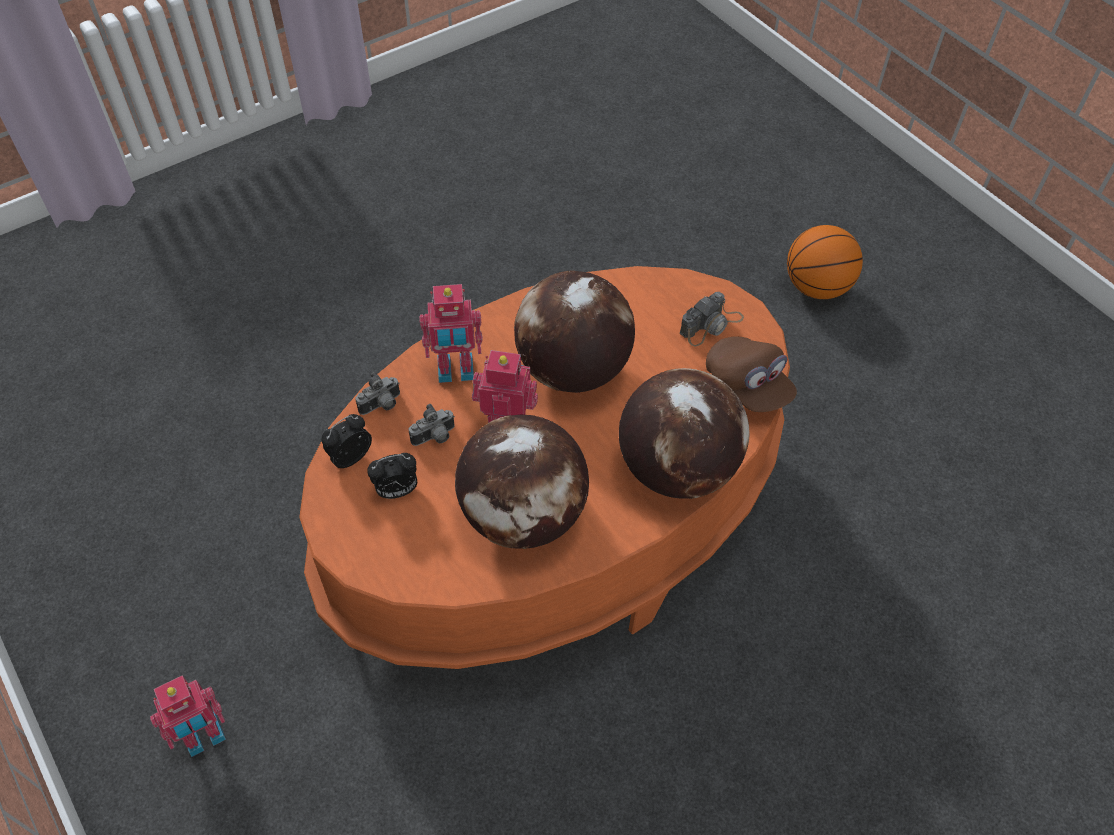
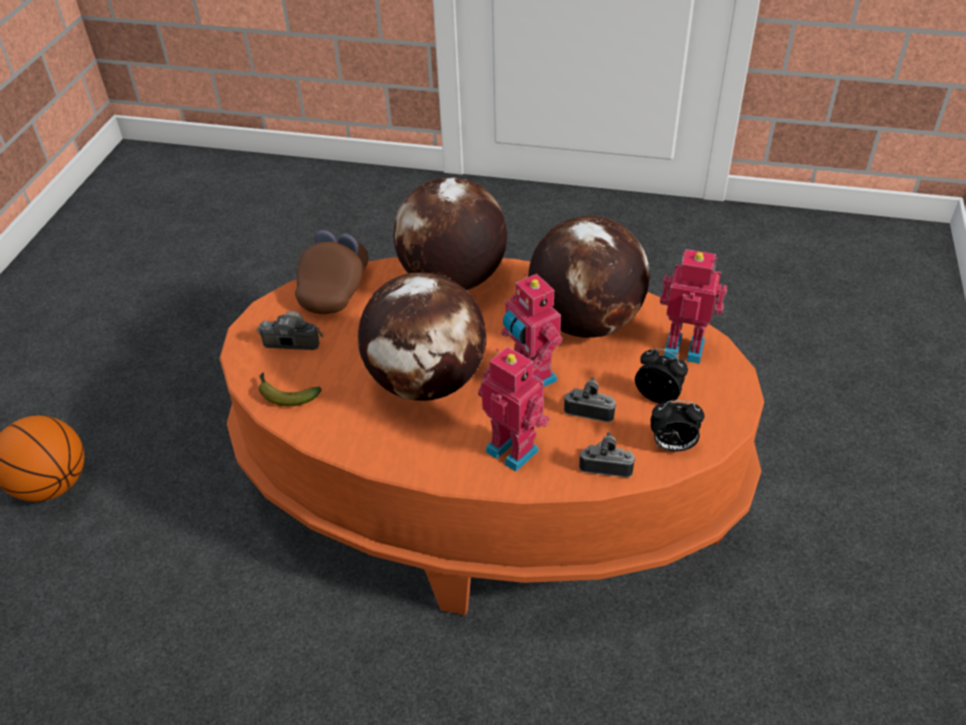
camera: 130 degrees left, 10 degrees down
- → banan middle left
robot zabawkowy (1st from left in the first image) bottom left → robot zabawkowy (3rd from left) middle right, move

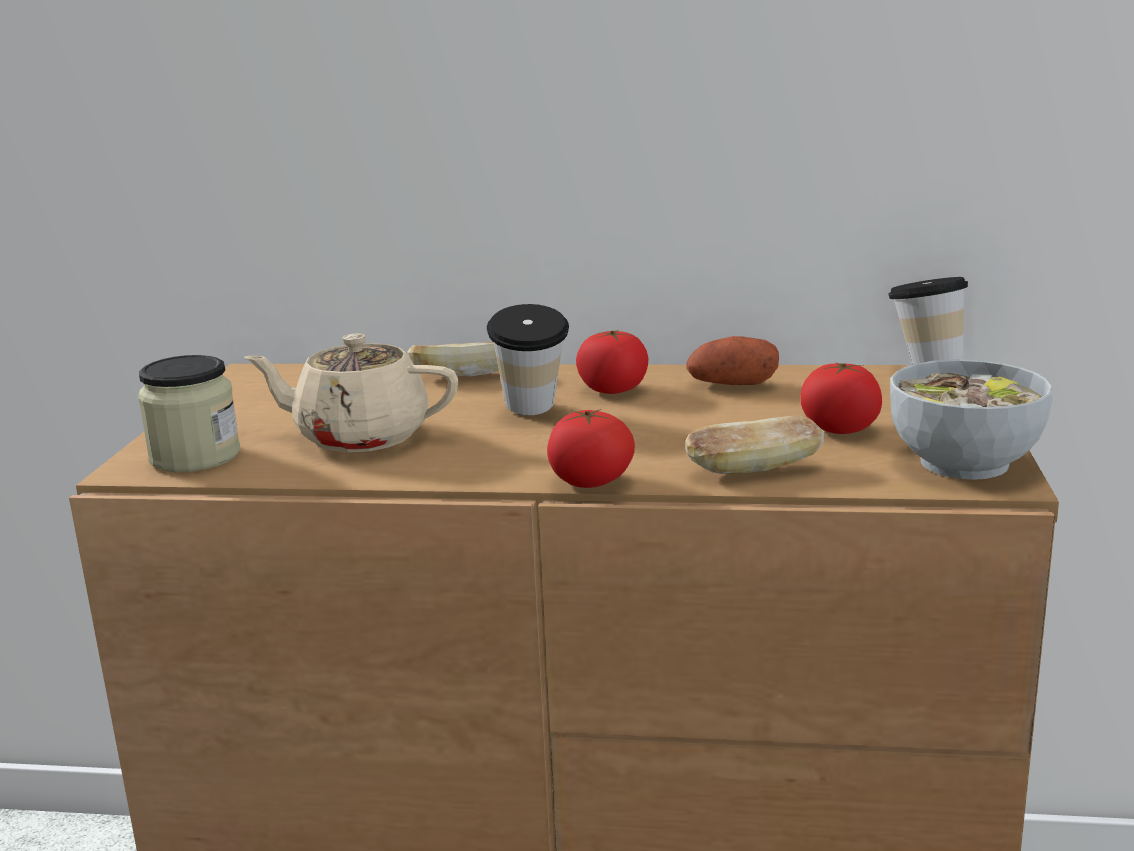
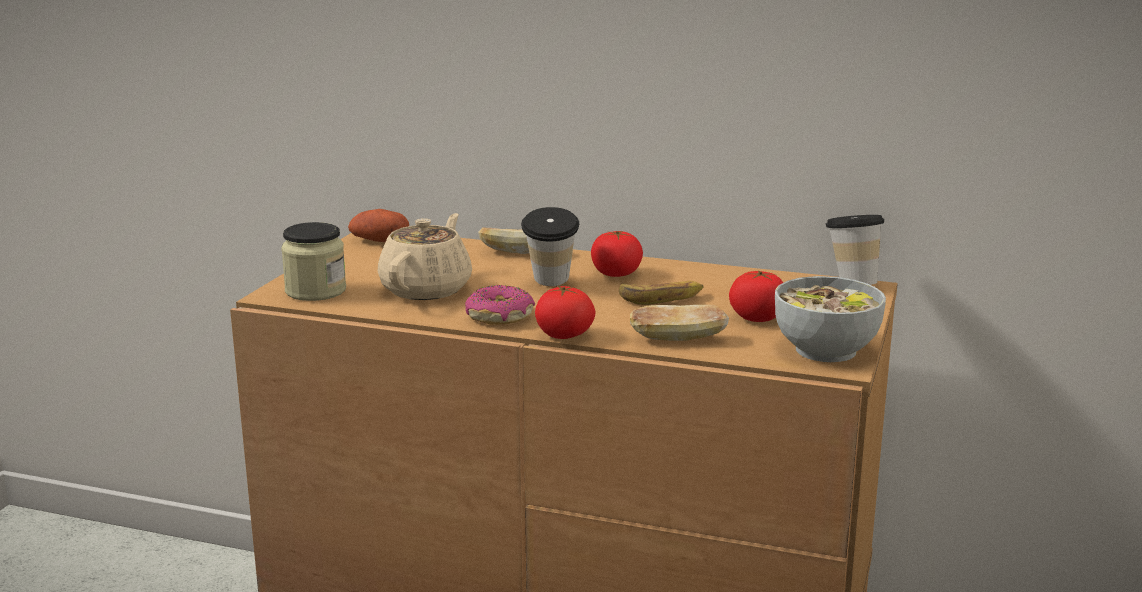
camera: 10 degrees right, 0 degrees up
- → donut centre
- → banan centre
ziemniak centre → ziemniak middle left, move
imbryk (beżowy) middle left → imbryk (beżowy) centre, 90 degrees clockwise

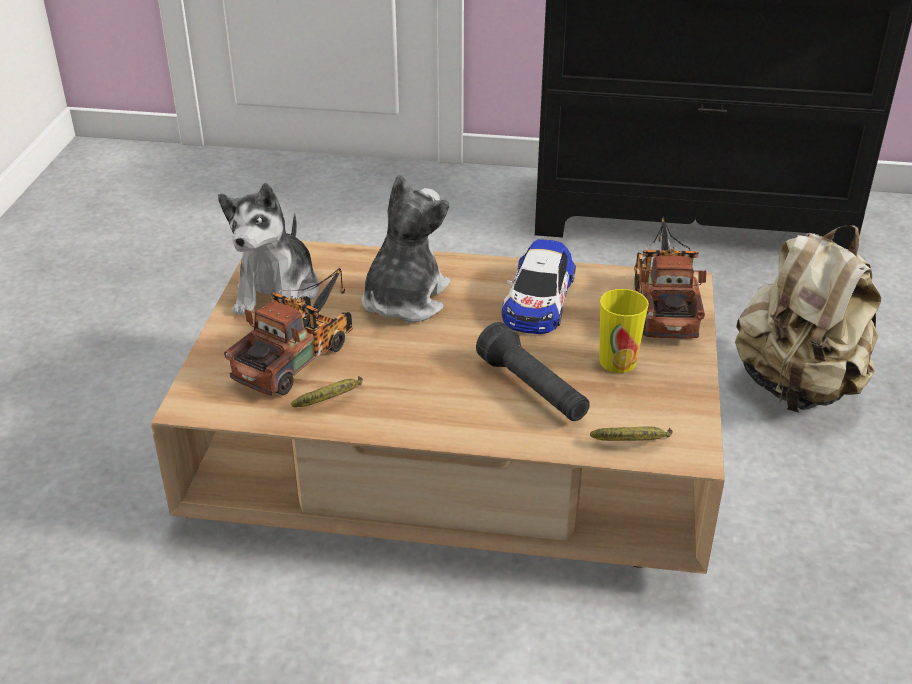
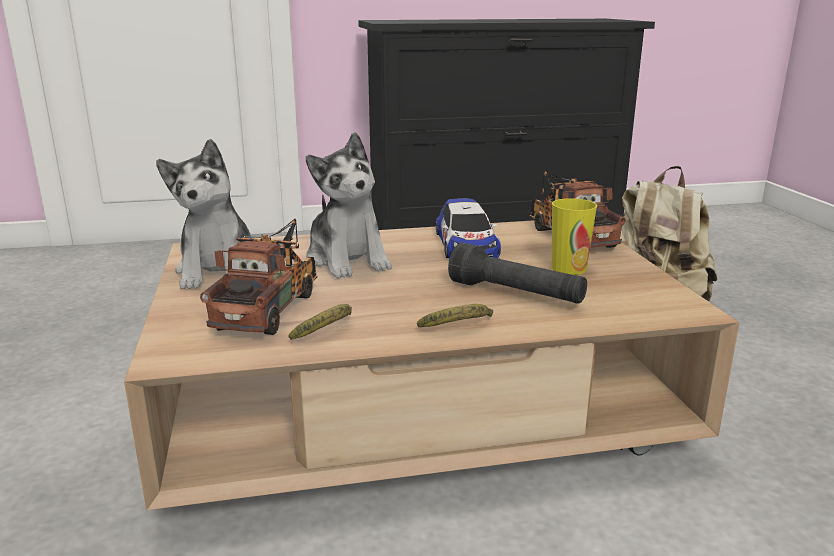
camera: 20 degrees left, 15 degrees down
banan (2nd from left) middle right → banan (2nd from left) centre, move
pluszak (2nd from left) centre, 150 degrees clockwise

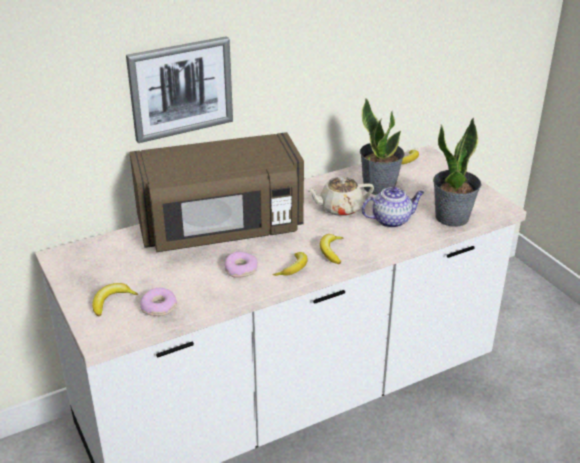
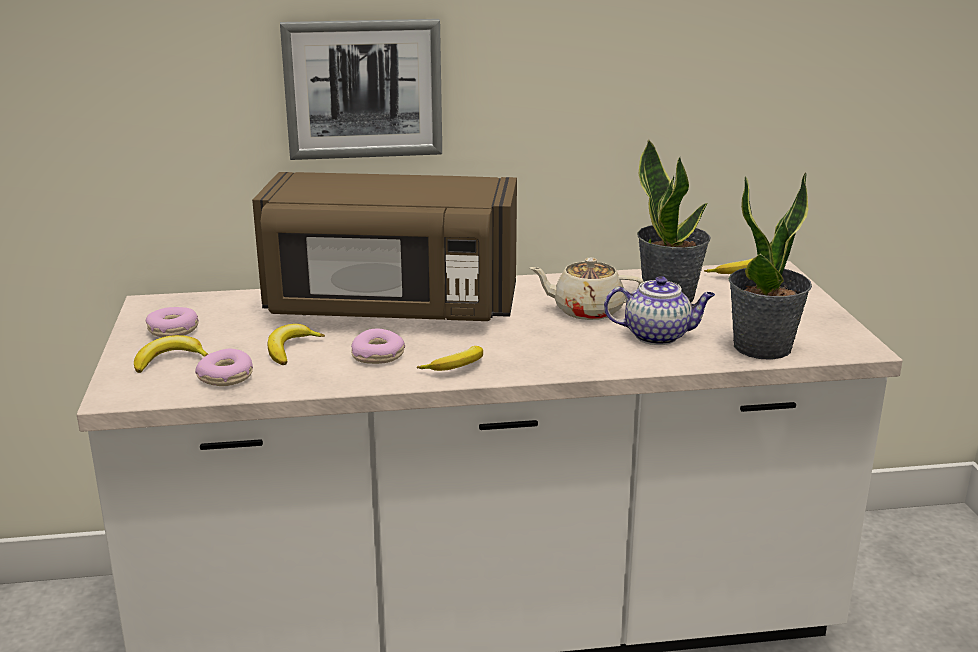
camera: 20 degrees right, 10 degrees down
- → donut (1st from left) middle left
banan (3rd from left in the first image) centre → banan (2nd from left) middle left, move

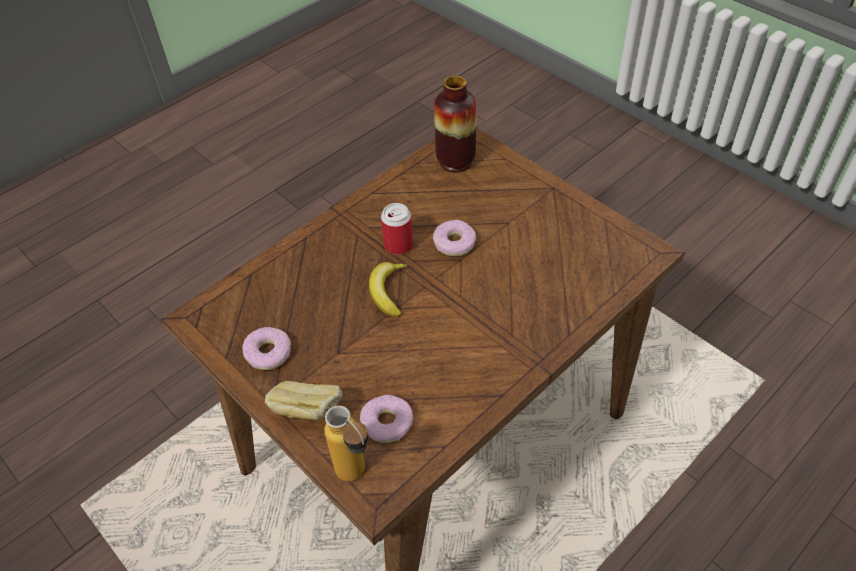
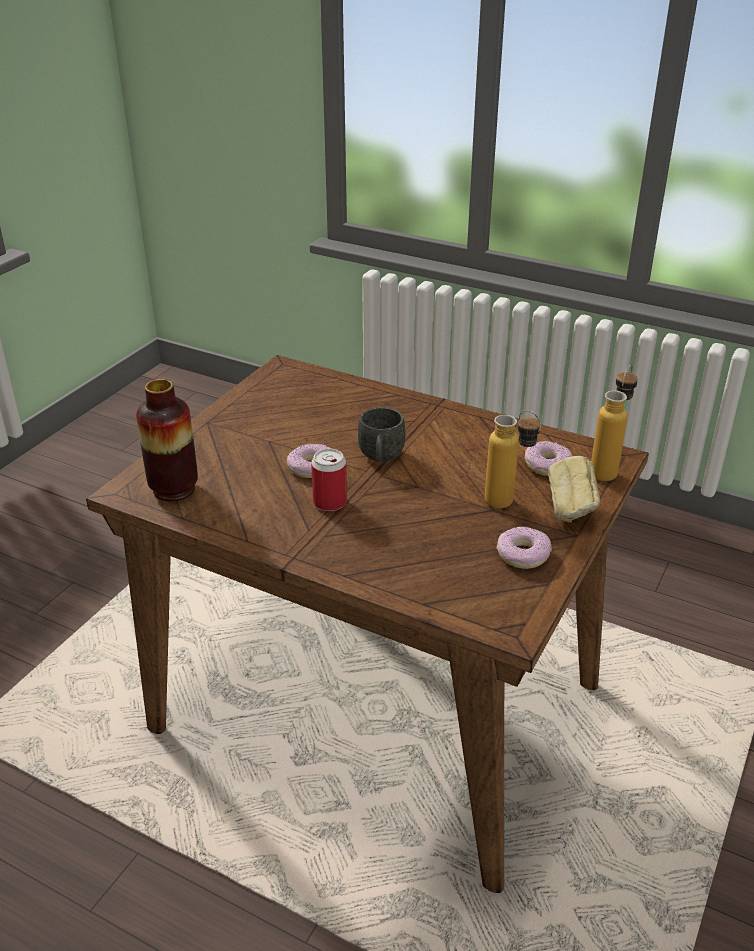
camera: 110 degrees left, 15 degrees down
banan centre → -
- → kubek (szary) centre
- → butelka (1st from left) middle right

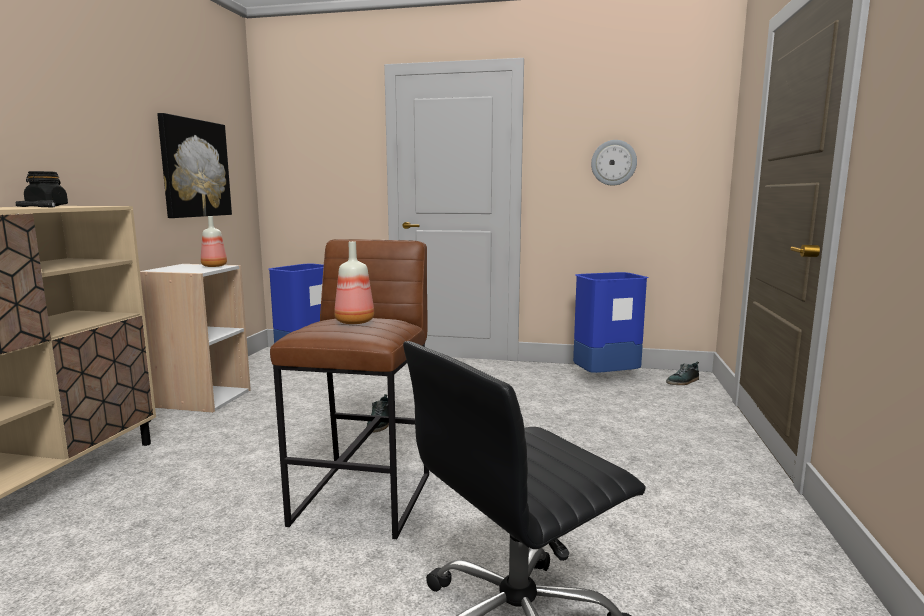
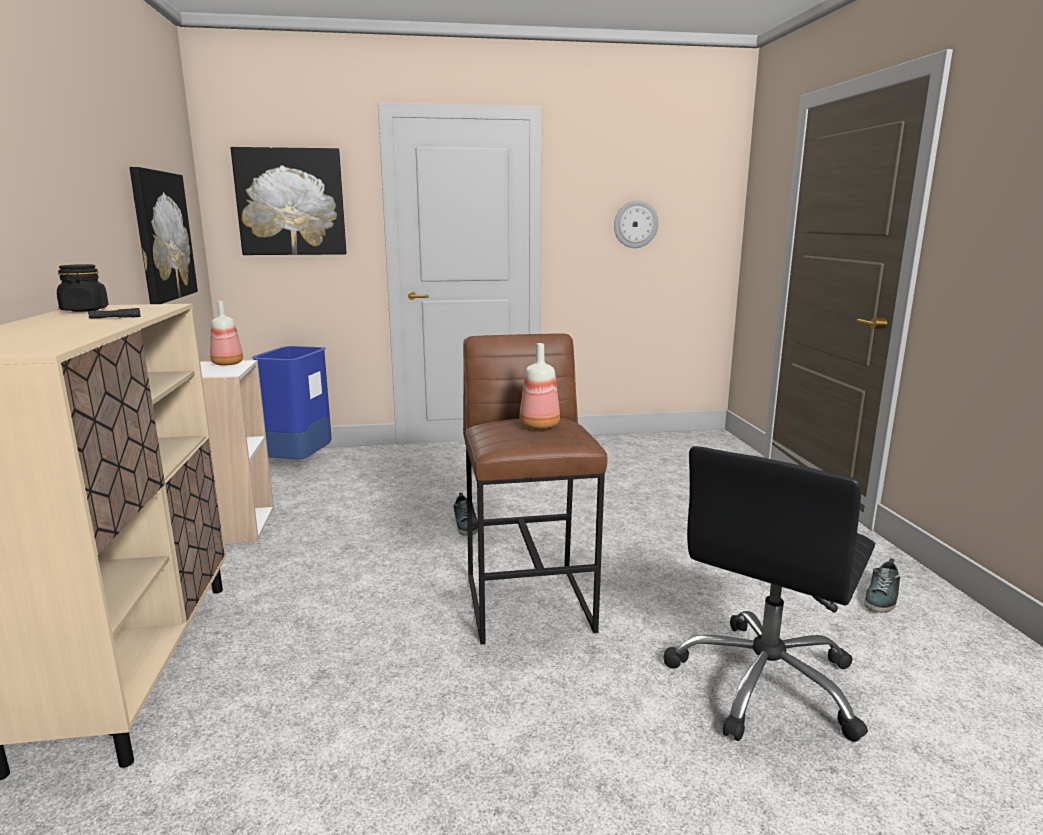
camera: 20 degrees left, 5 degrees up
kosz na śmieci (niebieski) (2nd from left) centre → -
- → obraz (2nd from left) top left
but (2nd from left) middle right → but (2nd from left) bottom right, move

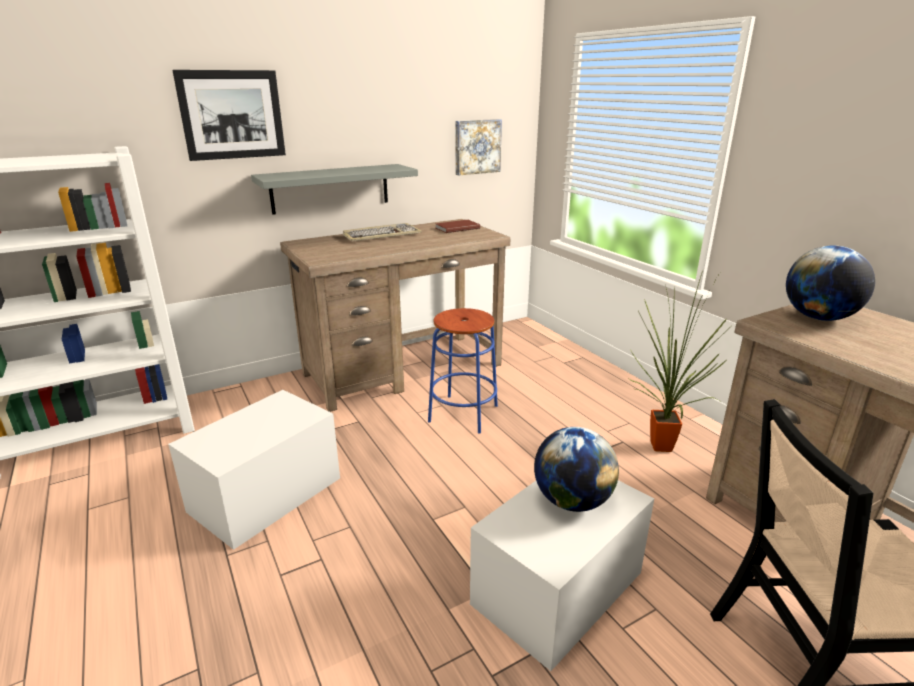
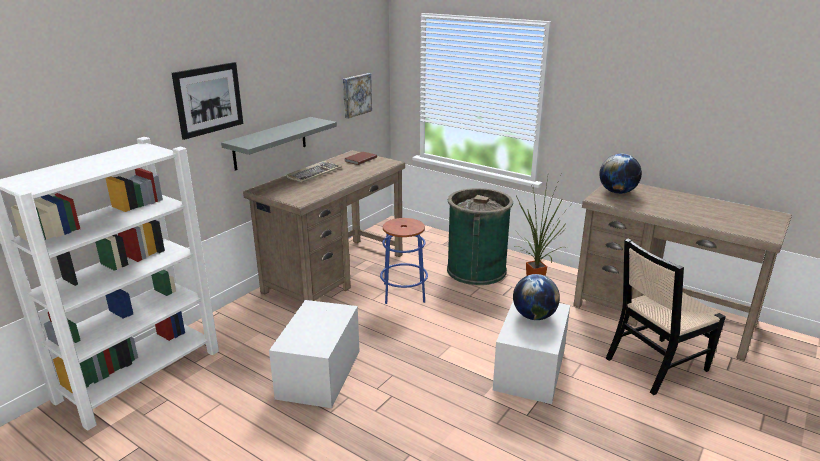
camera: 25 degrees left, 0 degrees up
- → kosz na śmieci (zielony) centre

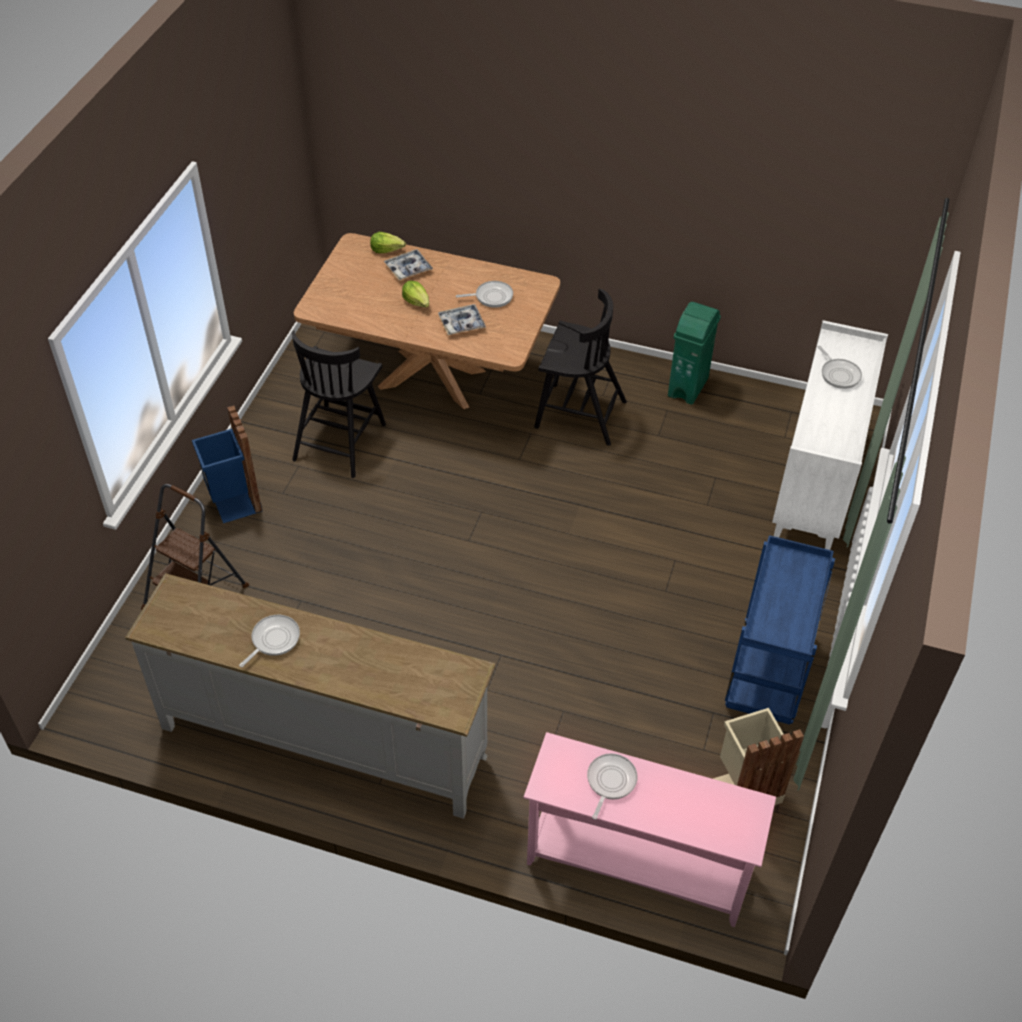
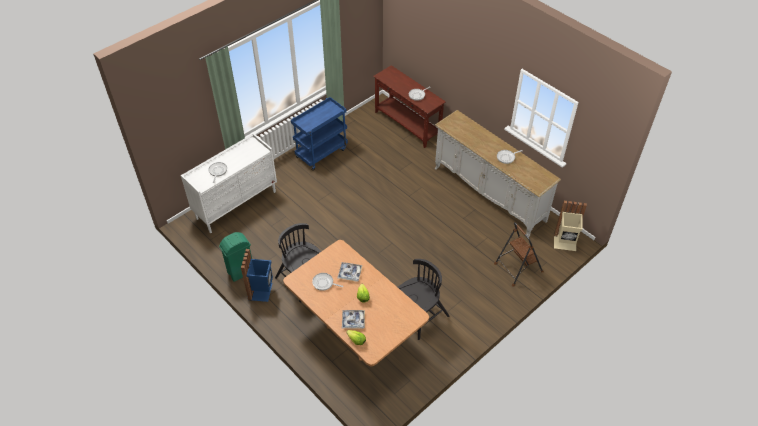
camera: 150 degrees left, 0 degrees up
kosz na śmieci (niebieski) middle left → kosz na śmieci (niebieski) centre, move
kosz na śmieci (beżowy) bottom right → kosz na śmieci (beżowy) middle right, move
stolik konsolowy (różowy) bottom centre → stolik konsolowy (brązowy) top centre

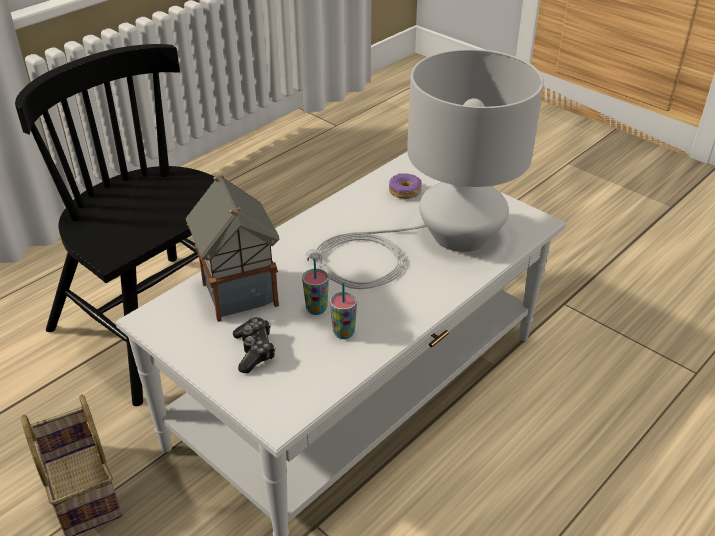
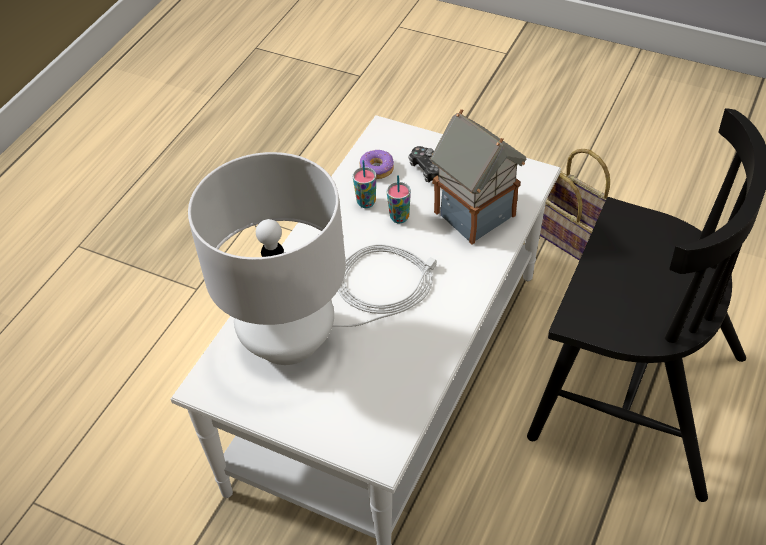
camera: 165 degrees right, 10 degrees up
donut centre → donut top centre, move

